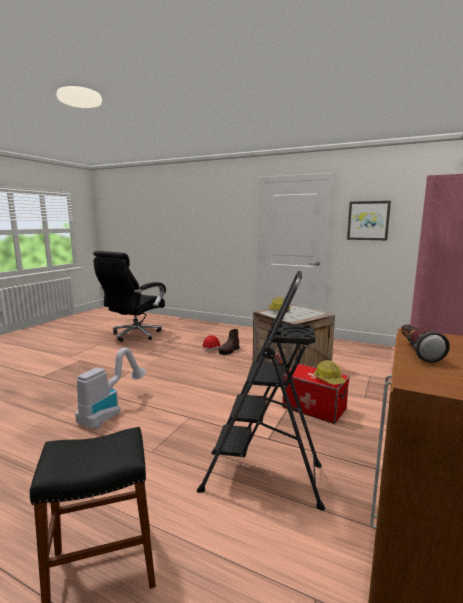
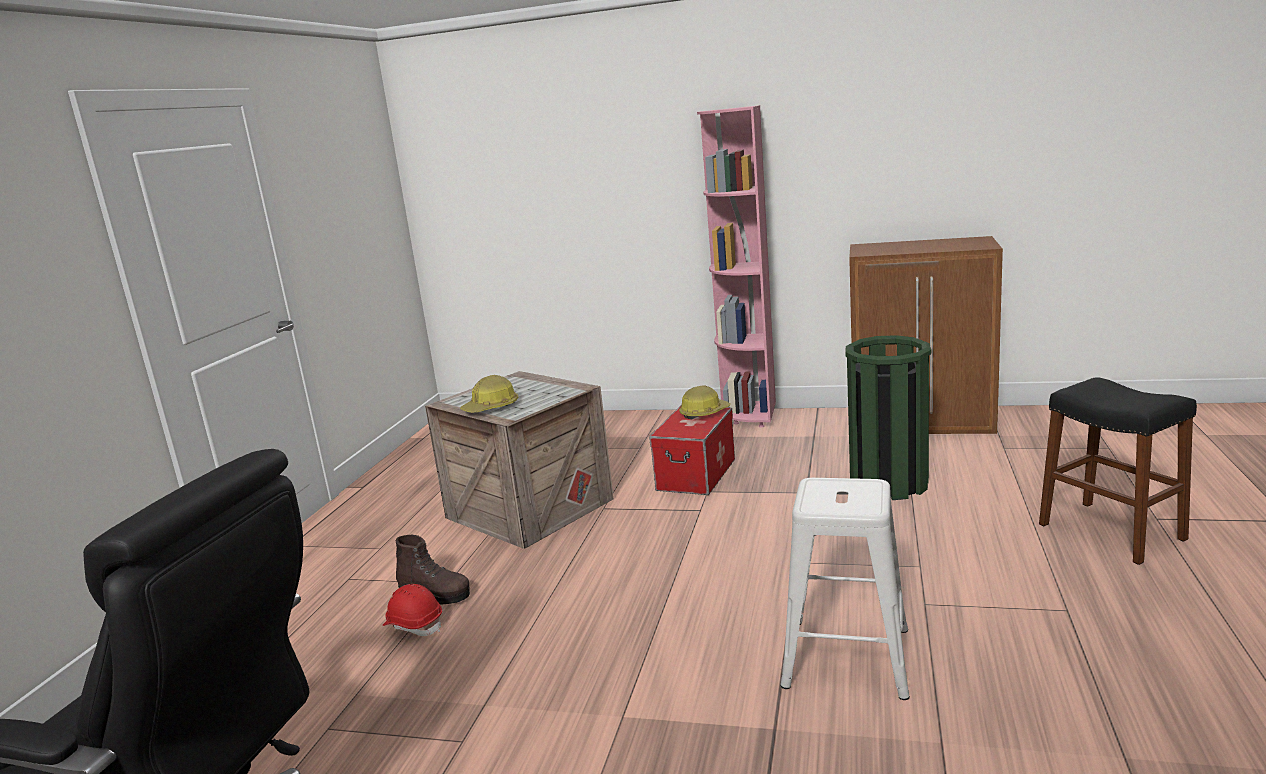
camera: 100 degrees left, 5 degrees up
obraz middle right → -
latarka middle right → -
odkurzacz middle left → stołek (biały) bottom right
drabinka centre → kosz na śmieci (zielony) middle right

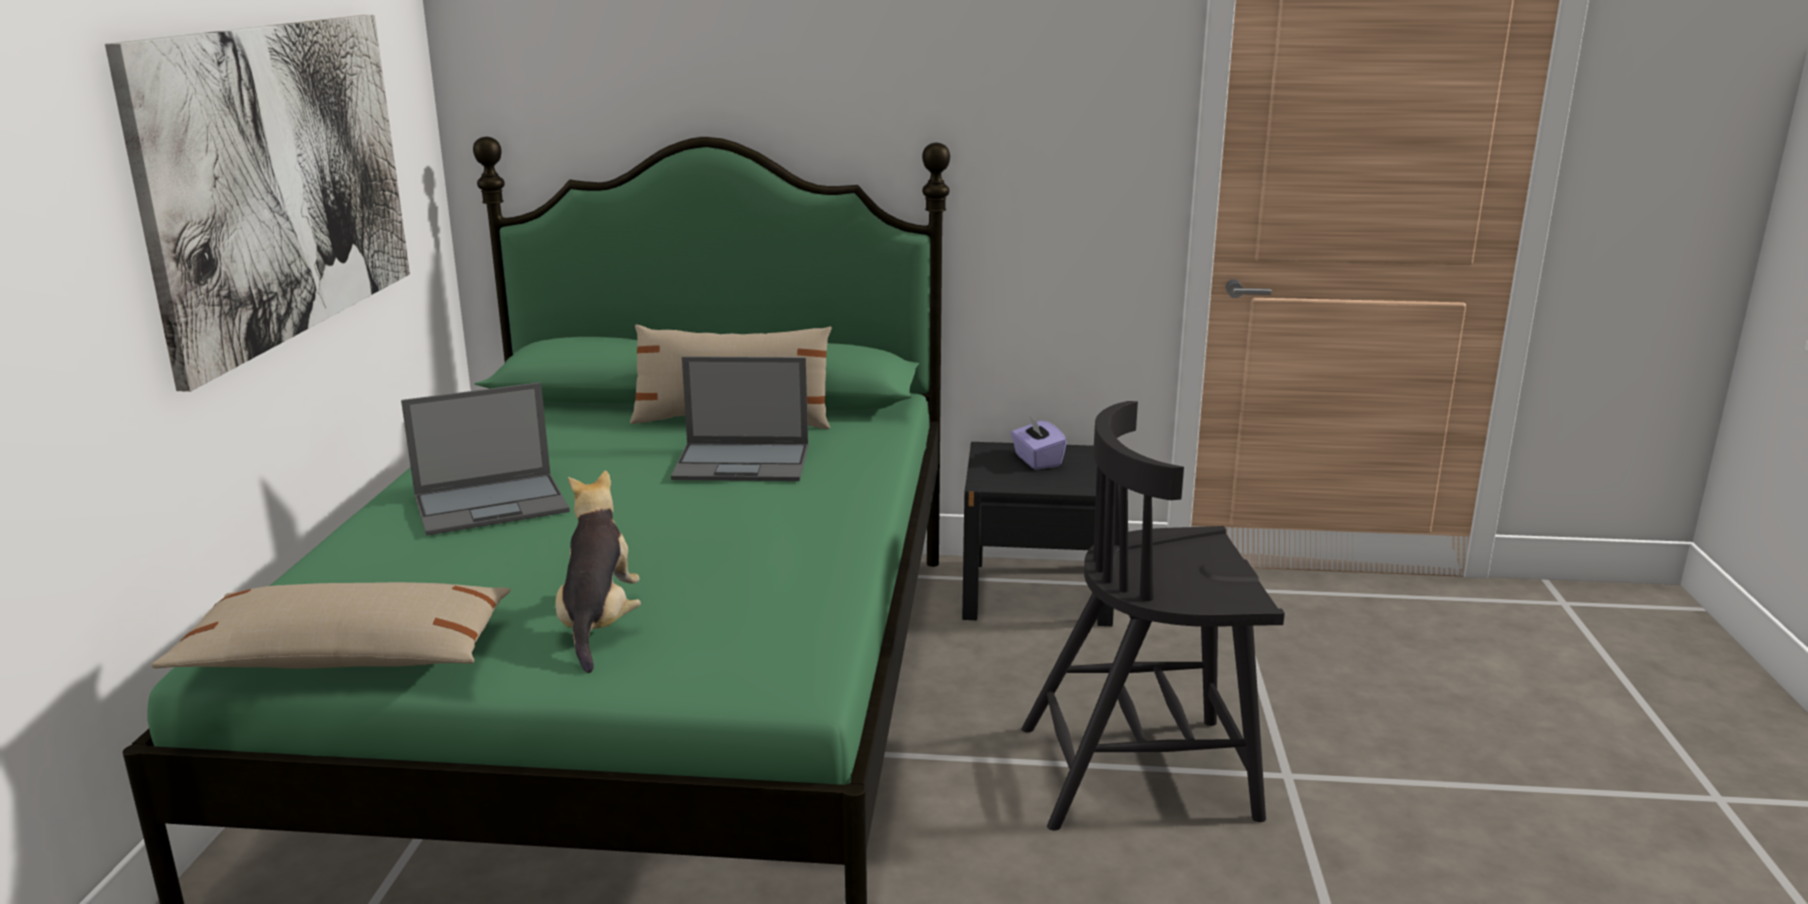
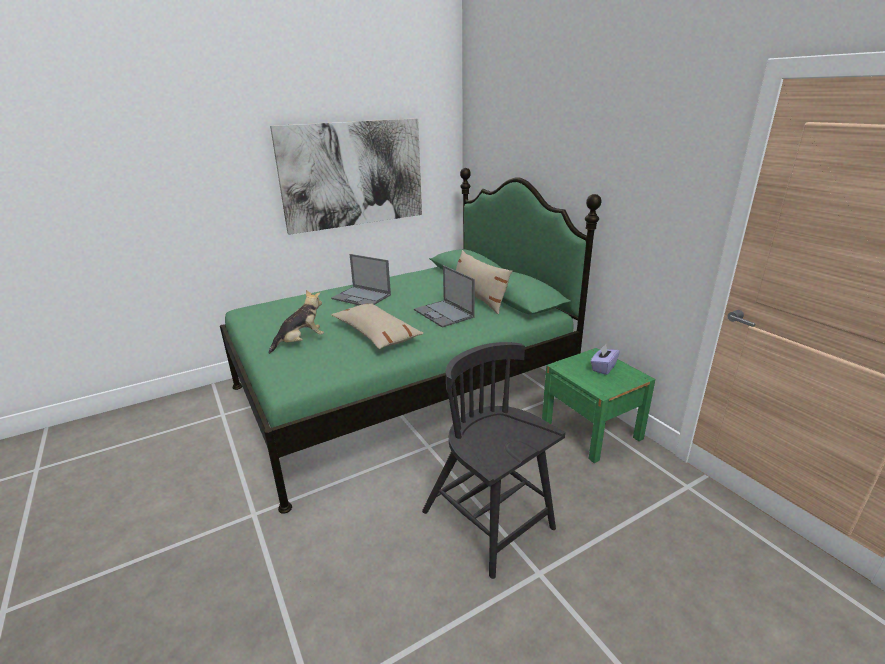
camera: 55 degrees right, 5 degrees up
poduszka (beżowy) (1st from left) bottom left → poduszka (beżowy) (1st from left) centre, move
szafka nocna (czarny) centre → szafka nocna (zielony) middle right

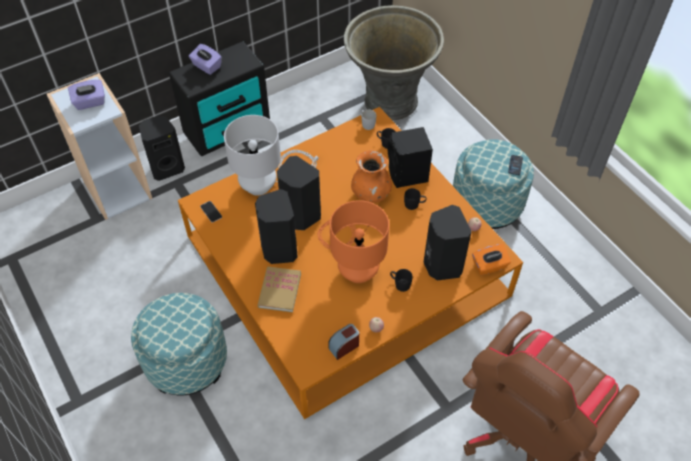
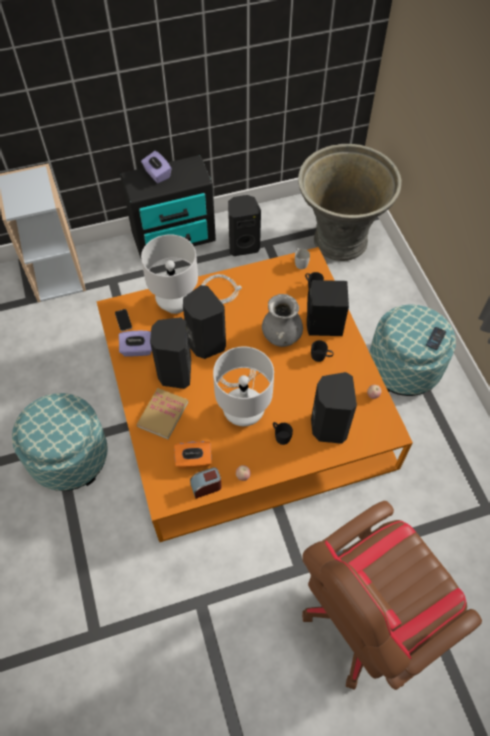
camera: 15 degrees right, 5 degrees up
pudełko chusteczek (fioletowy) (1st from left) top left → pudełko chusteczek (fioletowy) (1st from left) middle left, move
głośnik (czarny) (1st from left in the first image) top left → głośnik (czarny) (3rd from left) top centre, move
pudełko chusteczek (pomarańczowy) middle right → pudełko chusteczek (pomarańczowy) centre, move
lampa stołowa (pomarańczowy) centre → lampa stołowa (biały) (2nd from left) centre
wazon (pomarańczowy) centre → wazon (szary) centre

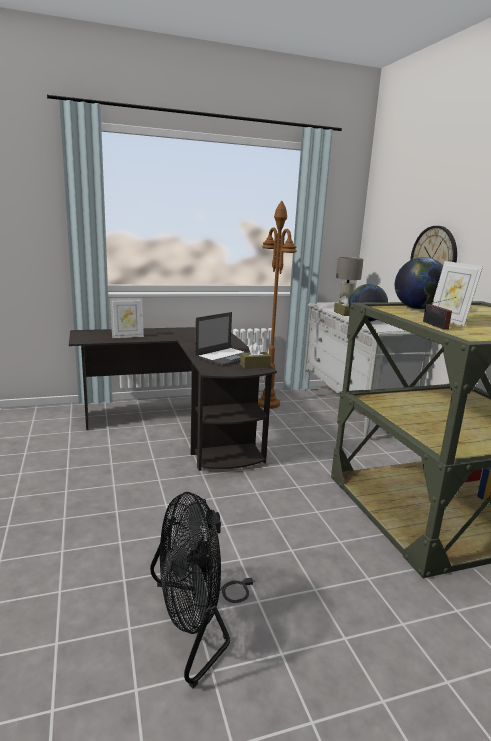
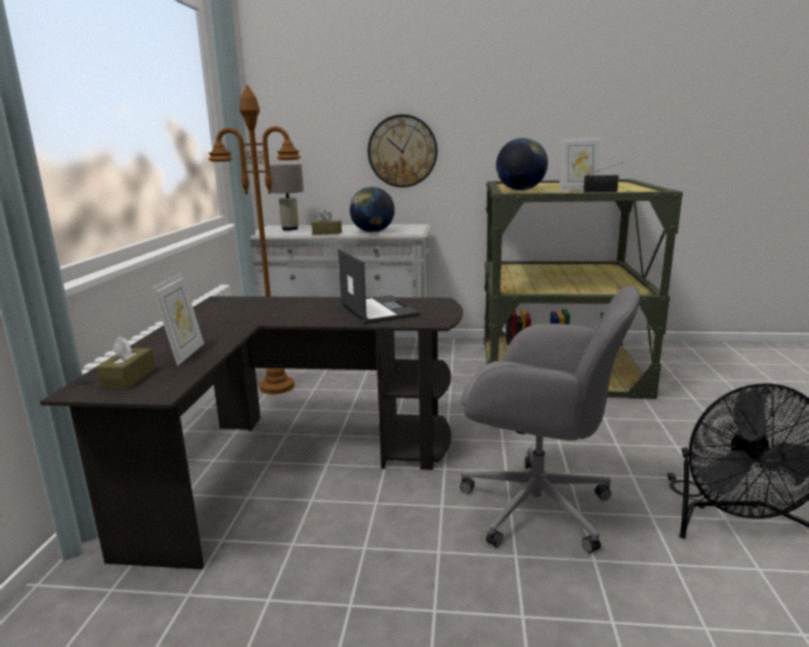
camera: 65 degrees left, 0 degrees up
- → krzesło biurowe (szary) middle right
pudełko chusteczek (brązowy) (1st from left) centre → pudełko chusteczek (brązowy) (1st from left) middle left, move

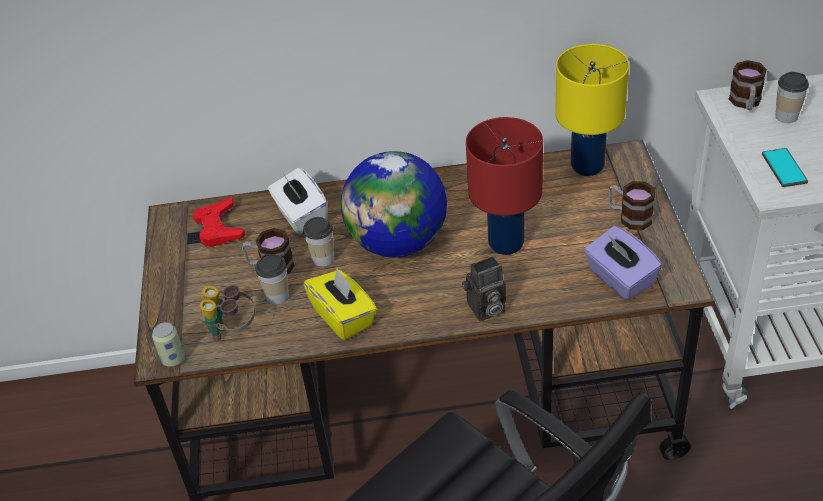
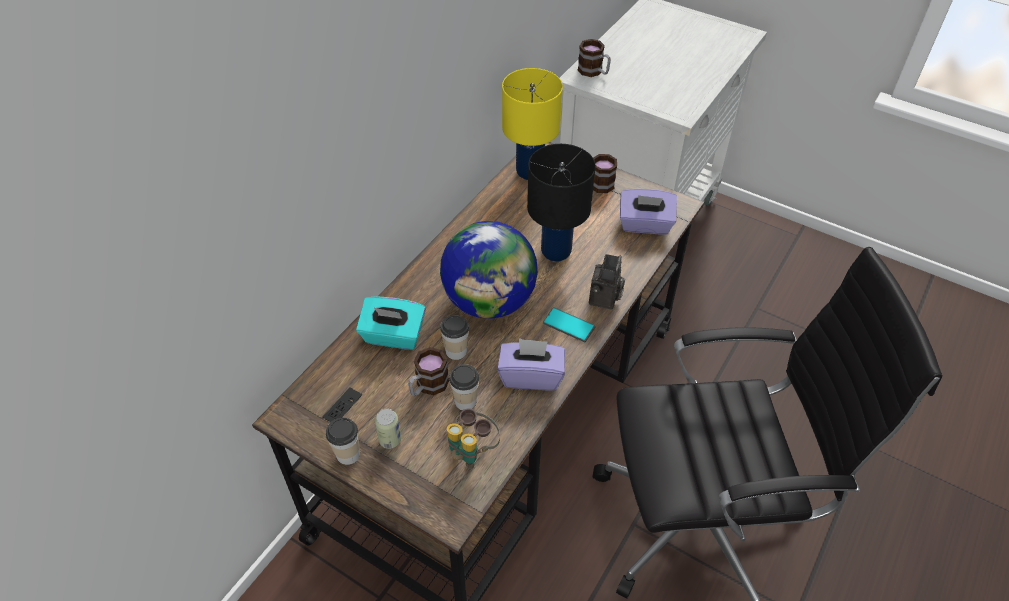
camera: 55 degrees left, 5 degrees up
pad do gier (czerwony) middle left → -
puszka bottom left → puszka bottom centre, move
telefon middle right → telefon centre, move
filiżanka (3rd from left in the first image) top right → filiżanka (1st from left) bottom centre, move
pudełko chusteczek (biały) centre → pudełko chusteczek (turkusowy) centre
pudełko chusteczek (żółty) centre → pudełko chusteczek (fioletowy) (1st from left) centre
lampa stołowa (czerwony) centre → lampa stołowa (czarny) centre

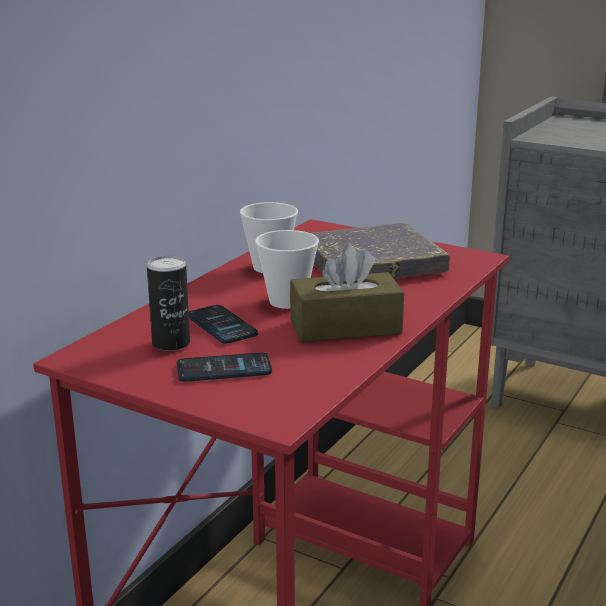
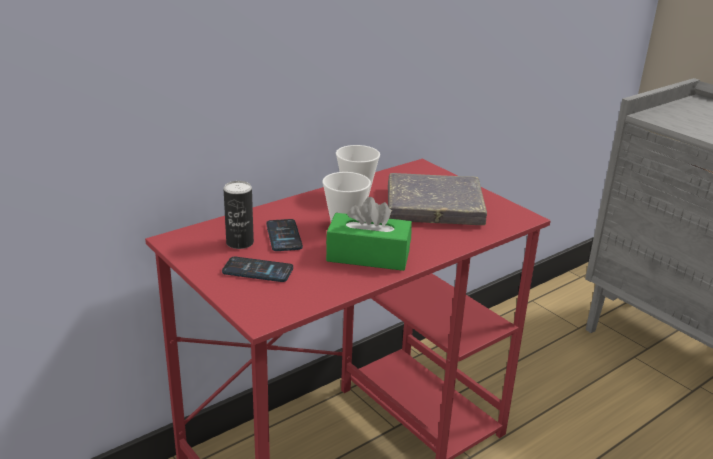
camera: 20 degrees right, 5 degrees up
pudełko chusteczek (brązowy) centre → pudełko chusteczek (zielony) centre

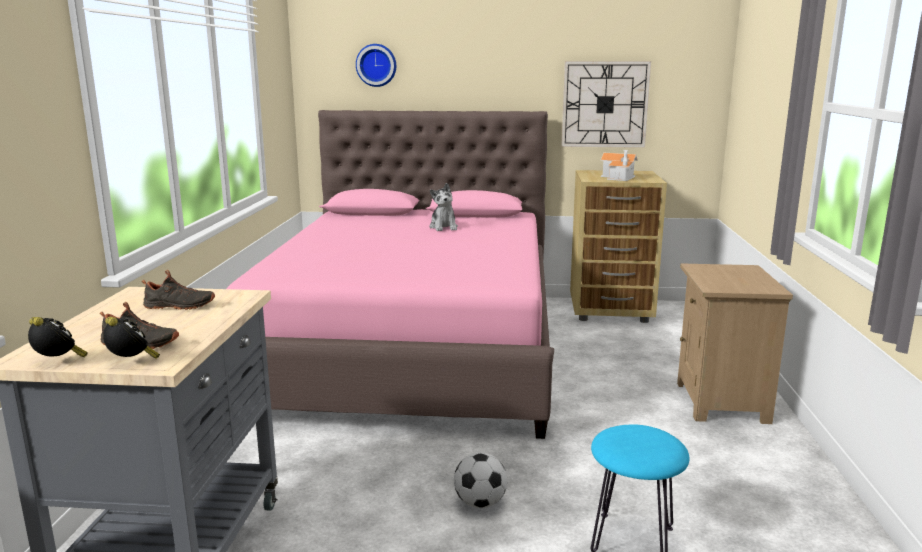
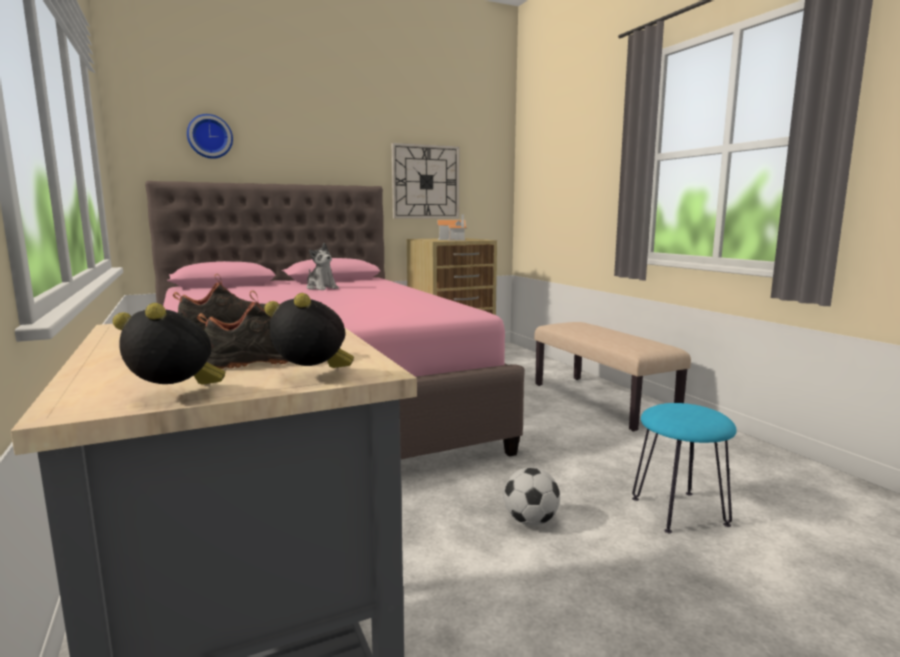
camera: 30 degrees left, 5 degrees down
szafka nocna (beżowy) middle right → ławka (beżowy) middle right

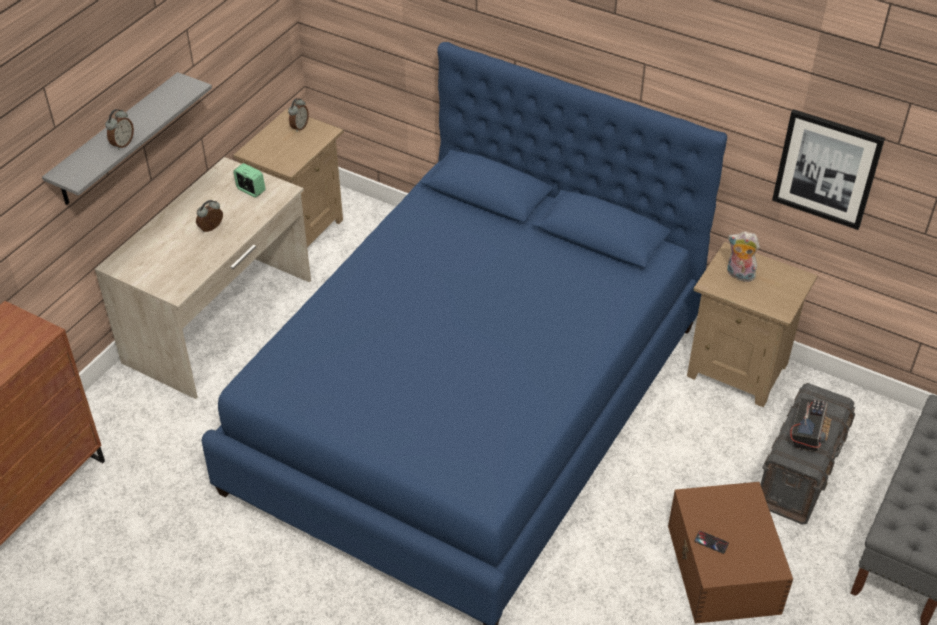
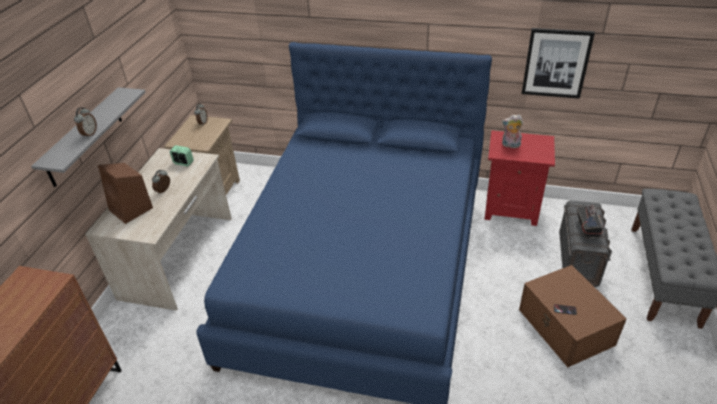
camera: 15 degrees left, 5 degrees down
- → głośnik (brązowy) middle left
szafka nocna (beżowy) (2nd from left) middle right → szafka nocna (czerwony) middle right

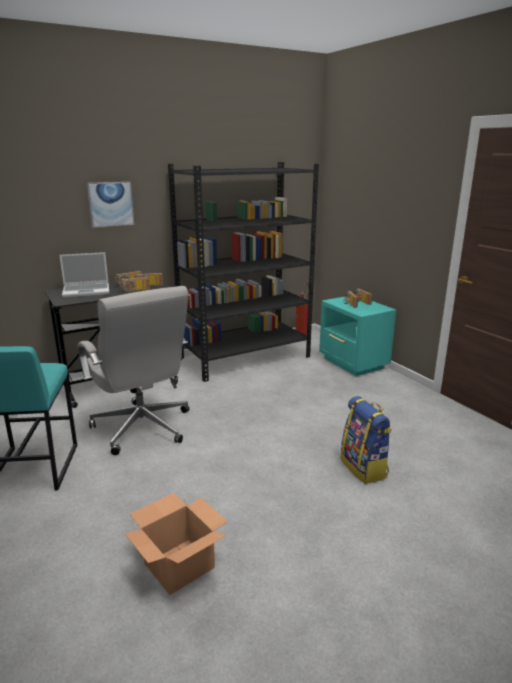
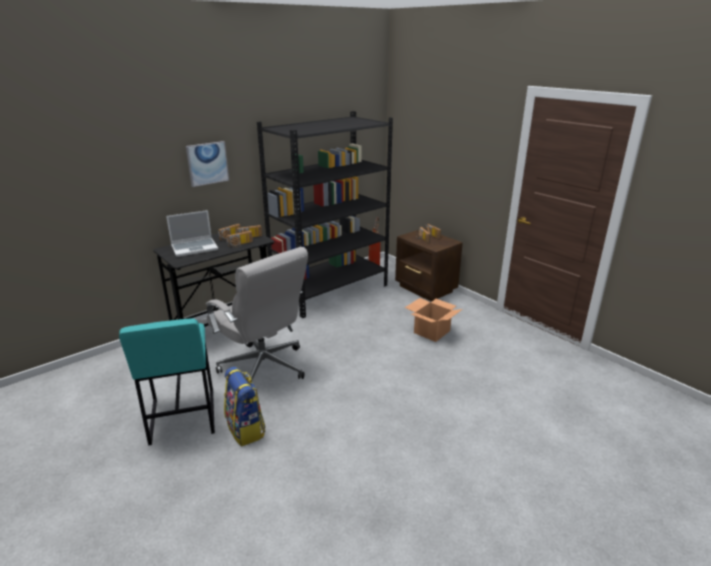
camera: 10 degrees left, 5 degrees up
karton bottom centre → karton centre, move
plecak middle right → plecak bottom centre, move
szafka nocna (turkusowy) middle right → szafka nocna (brązowy) centre

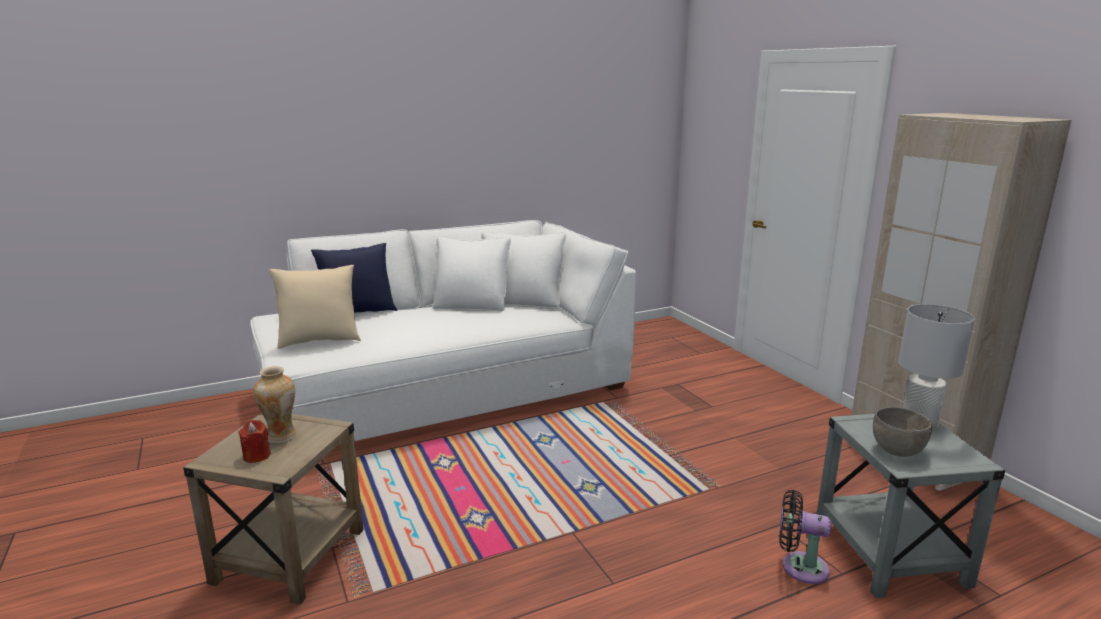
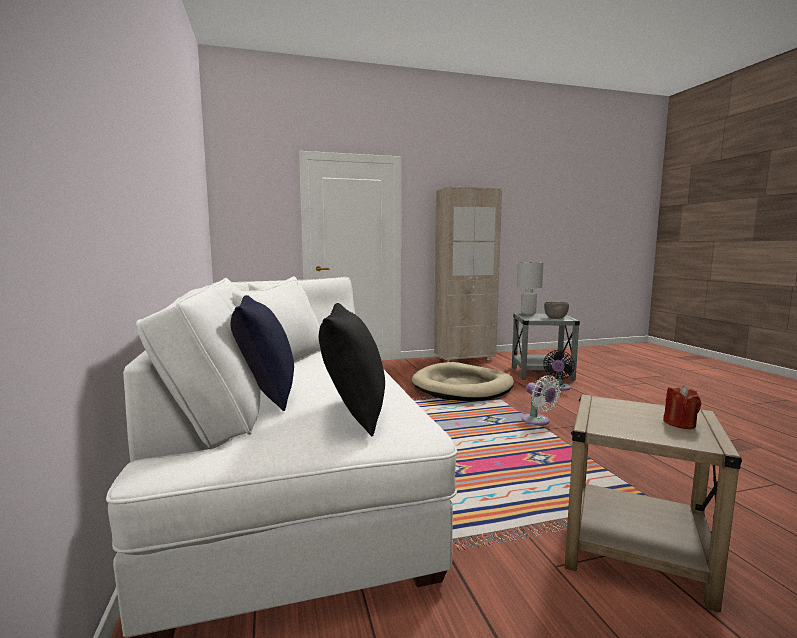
camera: 80 degrees left, 10 degrees down
wazon middle left → -
- → legowisko (beżowy) centre
- → wentylator (biały) middle right
poduszka (beżowy) middle left → poduszka (czarny) centre

